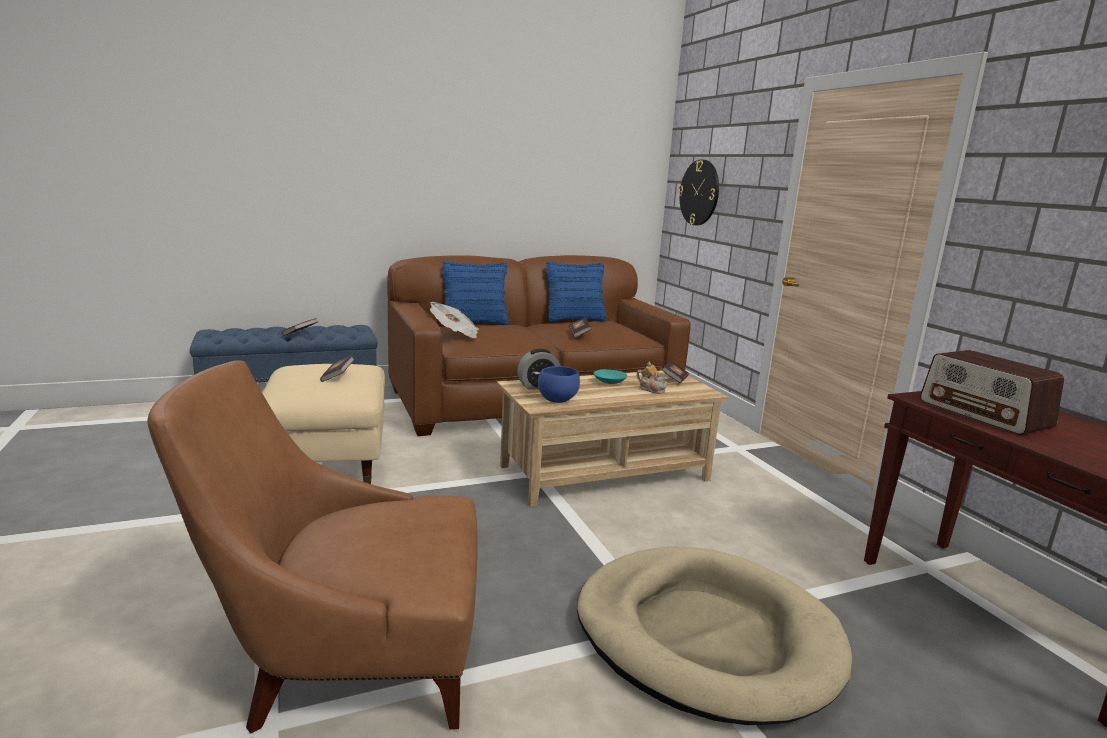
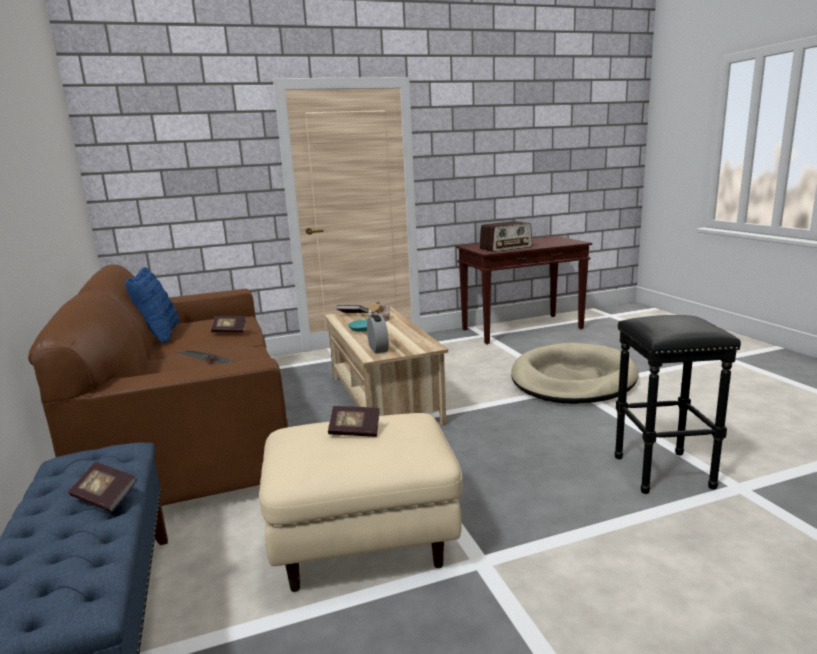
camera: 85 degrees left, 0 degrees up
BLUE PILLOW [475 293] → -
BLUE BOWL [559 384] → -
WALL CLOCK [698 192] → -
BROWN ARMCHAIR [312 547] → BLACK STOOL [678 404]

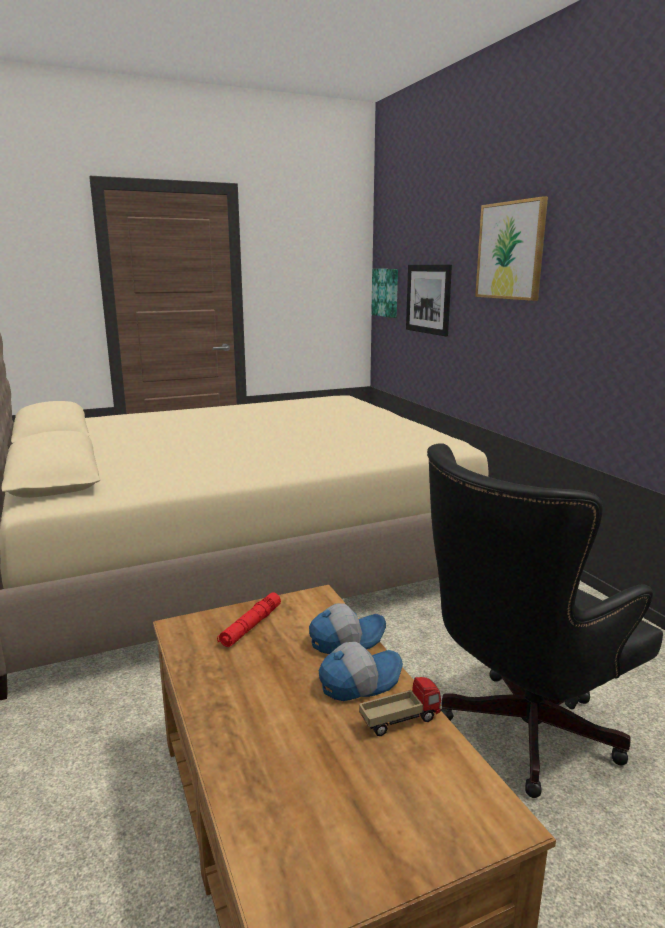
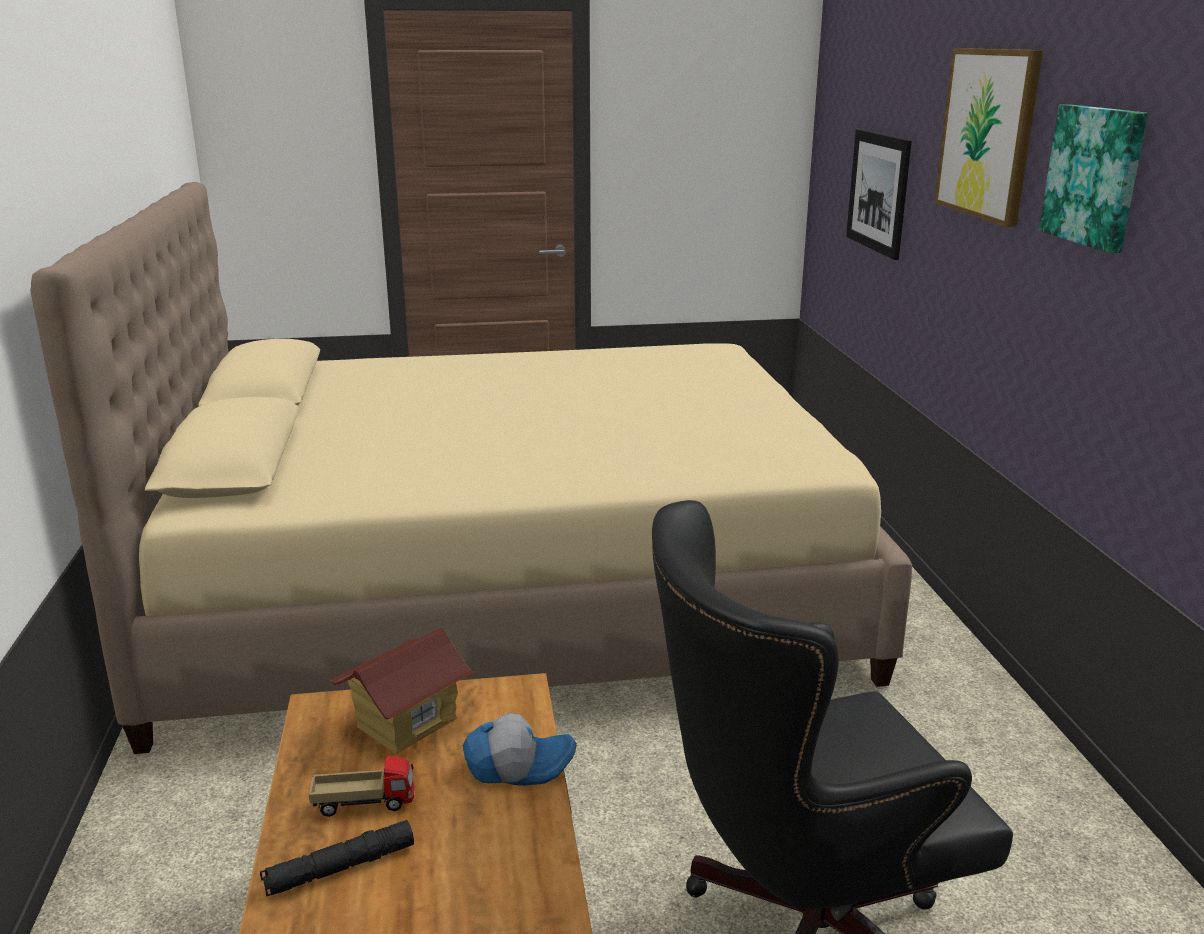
camera: 15 degrees right, 5 degrees up
CAP [361 671] → -
- → BLACK FLASHLIGHT [337 858]
TOY TRUCK [400 706] → TOY TRUCK [362 786], moved
PICTURE [384 293] → PICTURE [1093 178], moved
RED FLASHLIGHT [249 619] → TOY HOUSE [402 691]

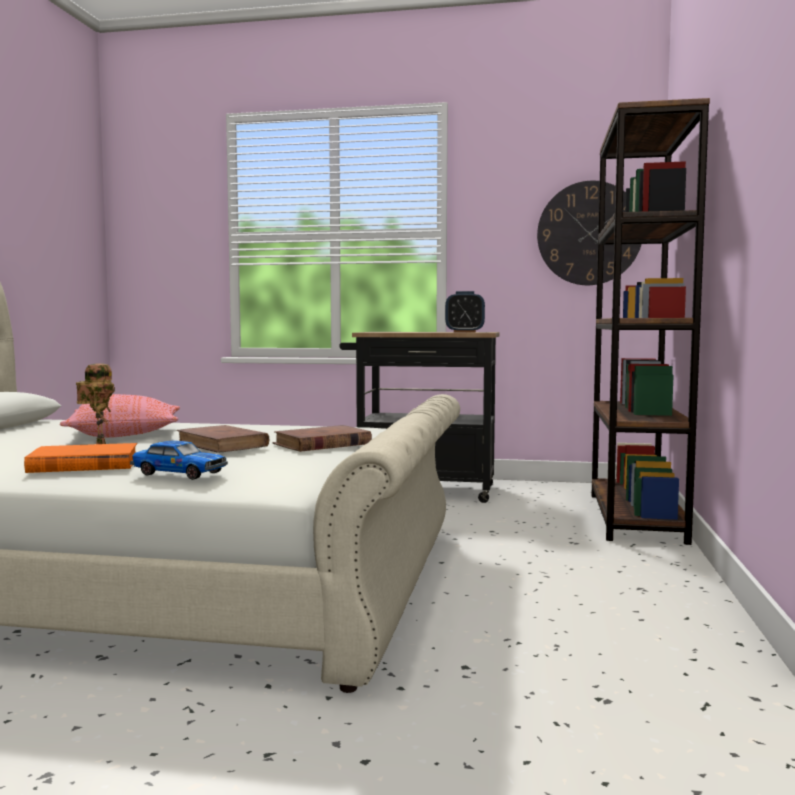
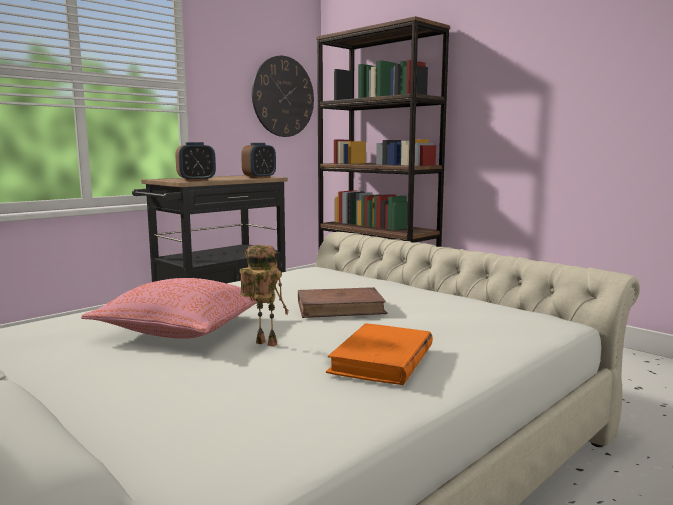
camera: 55 degrees left, 5 degrees up
TOY CAR [179 460] → -
BROWN BOOK [322 438] → -
- → ALARM CLOCK [195 161]

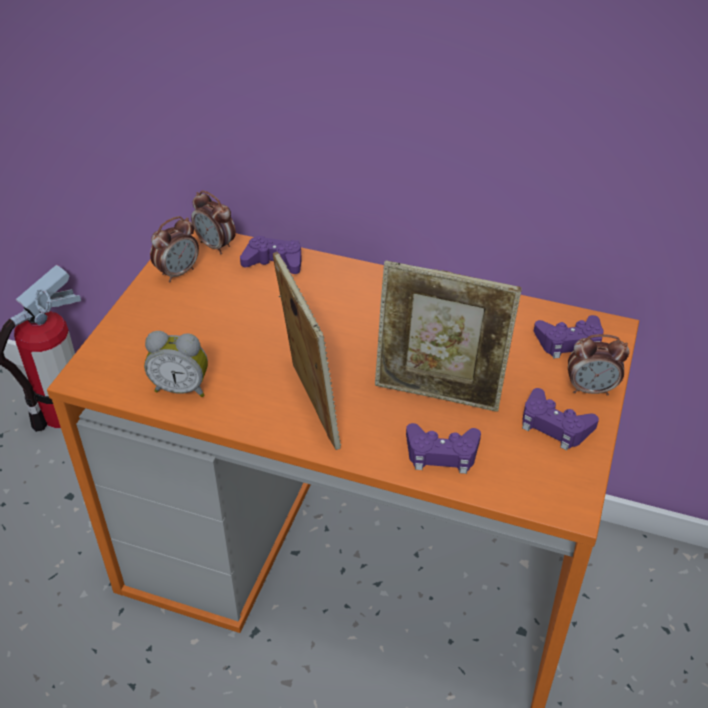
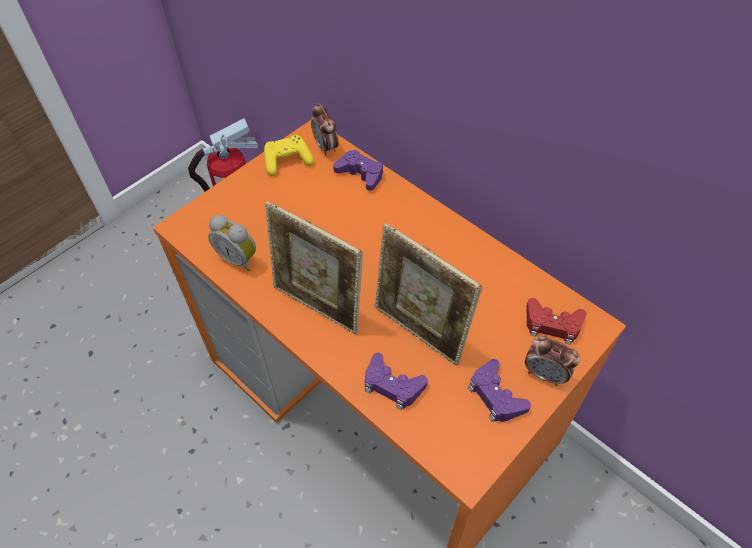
camera: 25 degrees right, 10 degrees up
ALARM CLOCK [174 249] → YELLOW GAME CONTROLLER [289 155]
PURPLE GAME CONTROLLER [569 337] → RED GAME CONTROLLER [557 321]
PICTURE FRAME [307 351] → PICTURE FRAME [314 267], 120 degrees clockwise

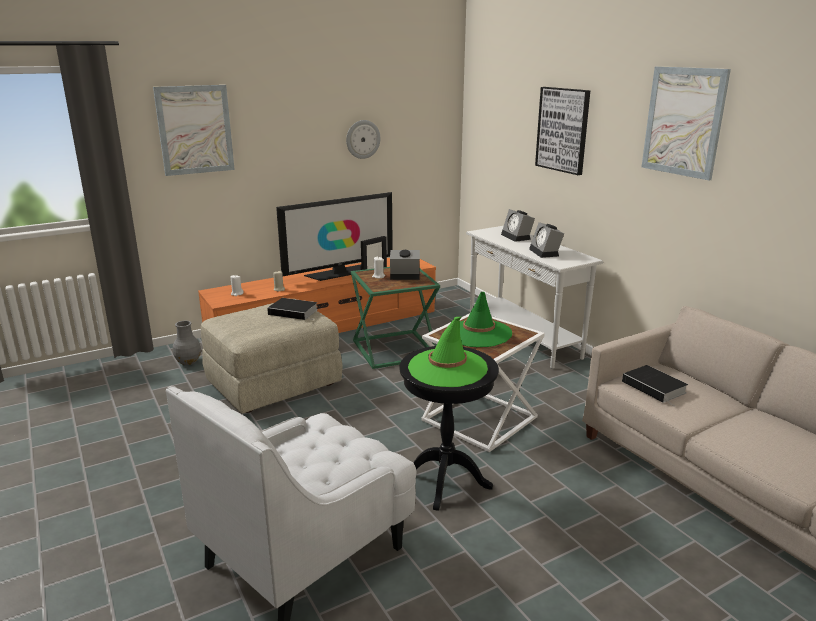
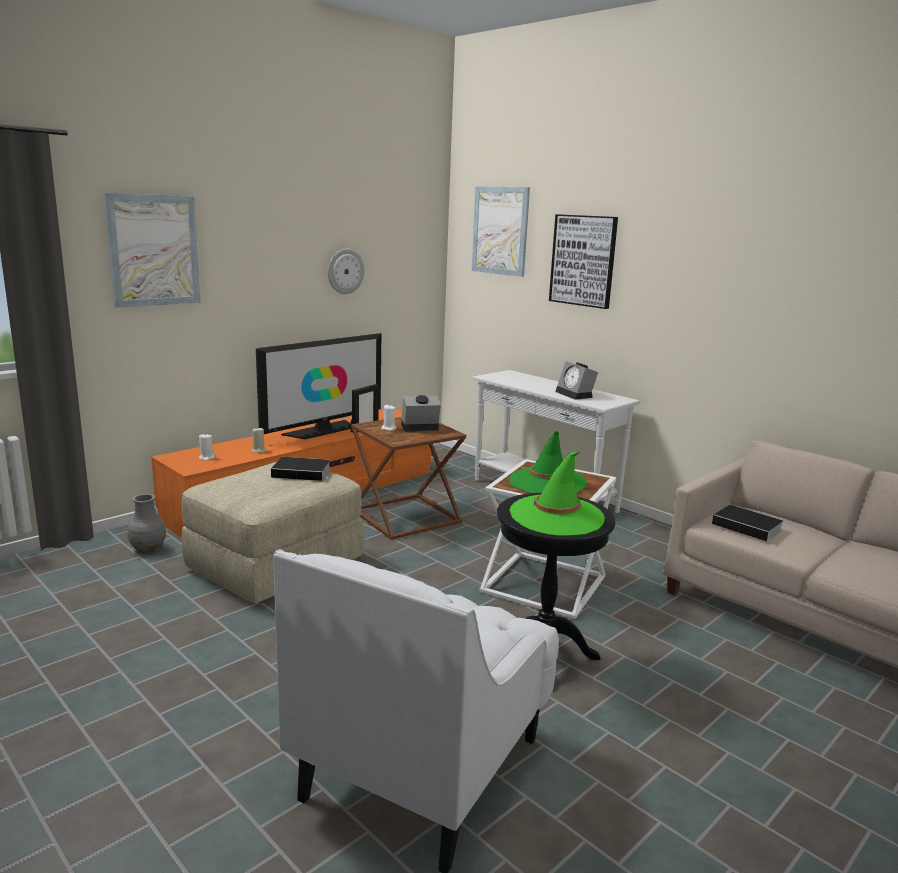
camera: 15 degrees left, 5 degrees down
ALARM CLOCK [518 225] → -
PICTURE [686 123] → PICTURE [501 231], moved
GREEN SIDE TABLE [395 318] → BROWN SIDE TABLE [408 478]

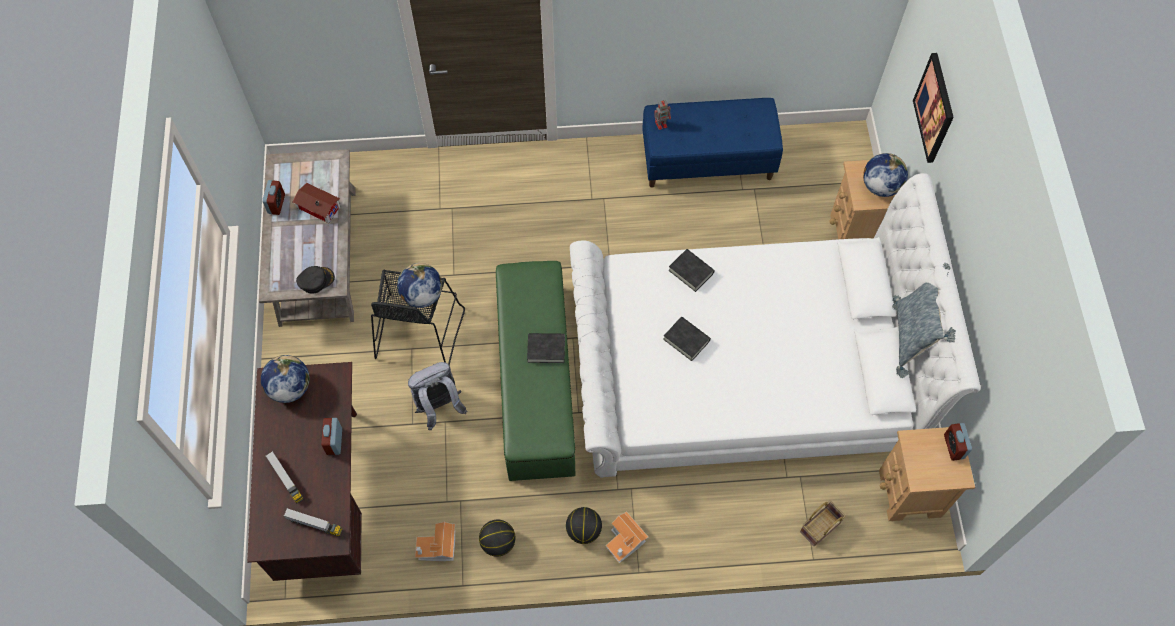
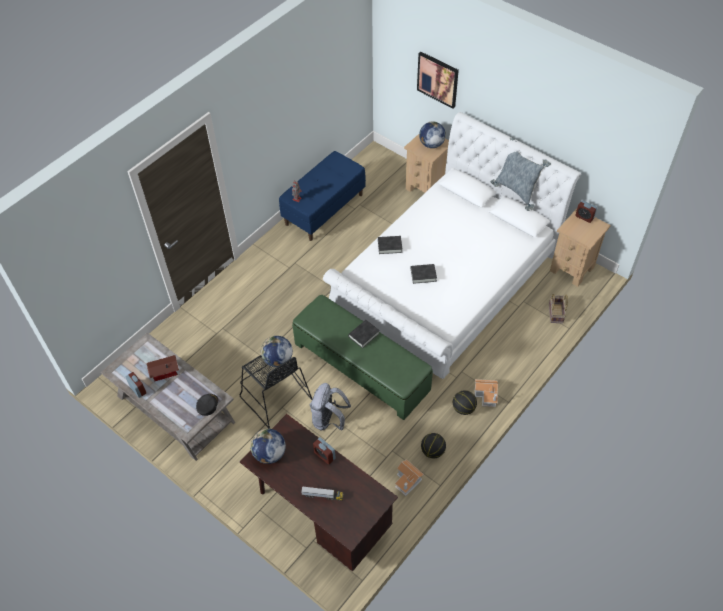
camera: 45 degrees left, 10 degrees down
TOY TRUCK [313 522] → -

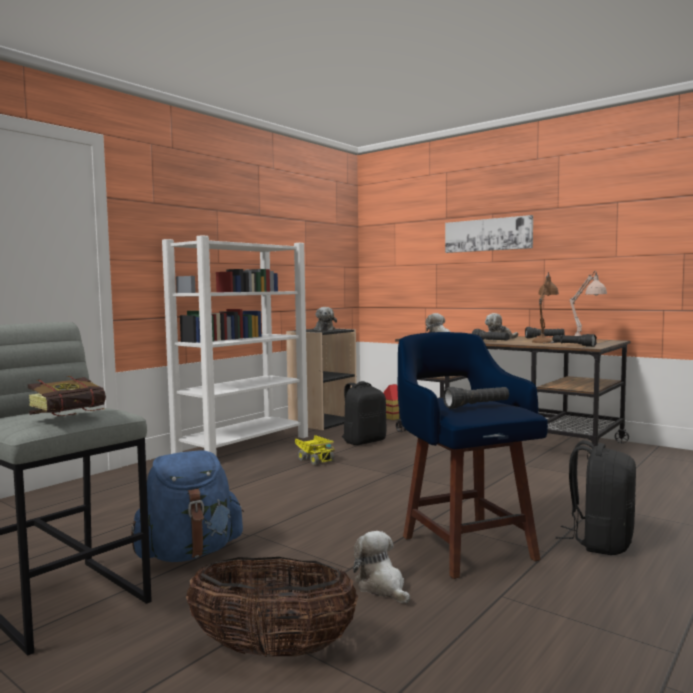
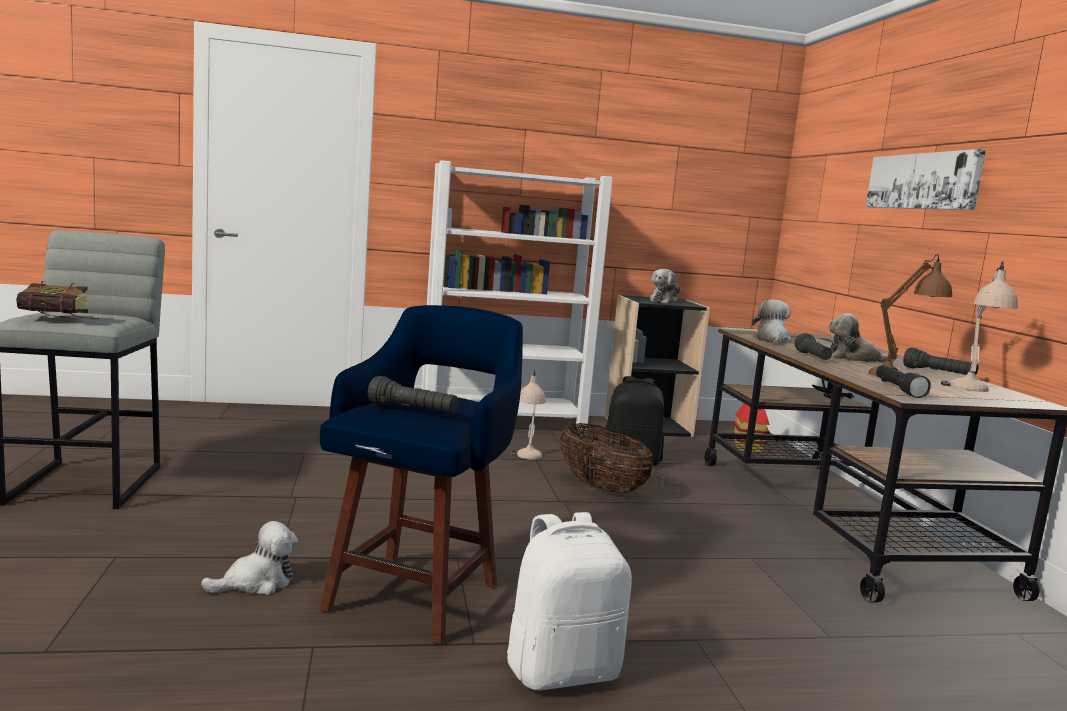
camera: 40 degrees right, 5 degrees up
BLUE BACKPACK [187 506] → -
BASKET [272 607] → BASKET [607 458], moved
TOY TRUCK [315 450] → BEIGE TABLE LAMP [528 414]
BLACK BACKPACK [596 497] → WHITE BACKPACK [569 601]
PLUSH TOY [381 567] → PLUSH TOY [249 558], 45 degrees clockwise

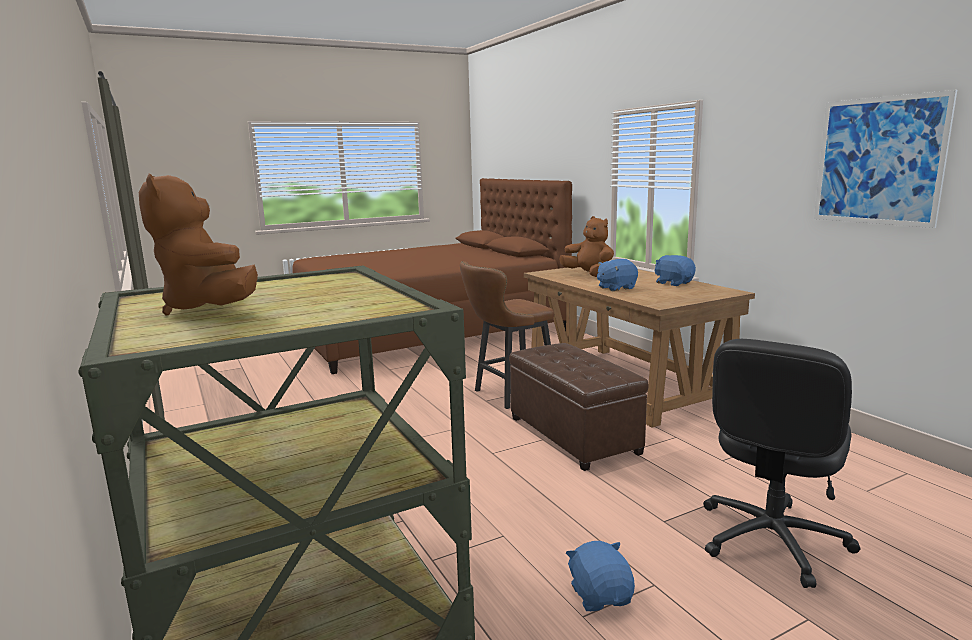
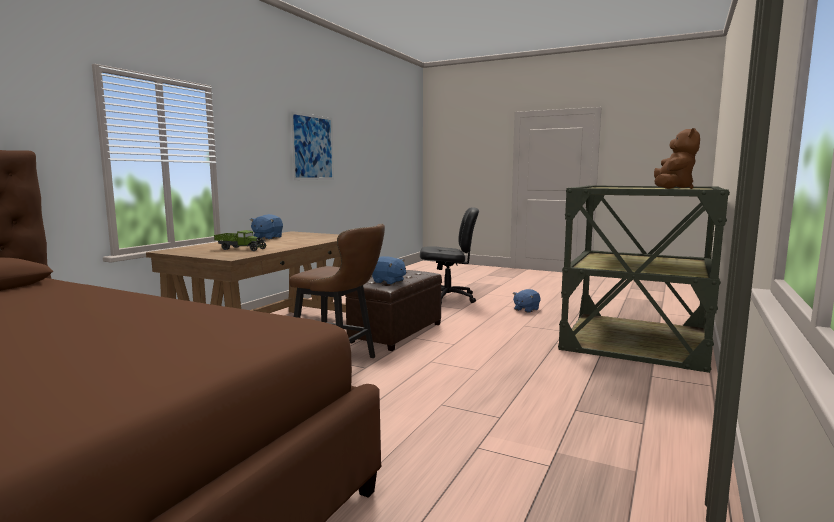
camera: 125 degrees left, 5 degrees down
BLUE PLUSH TOY [617 275] → BLUE PLUSH TOY [389 270], moved
BROWN PLUSH TOY [586 246] → TOY TRUCK [240 240]

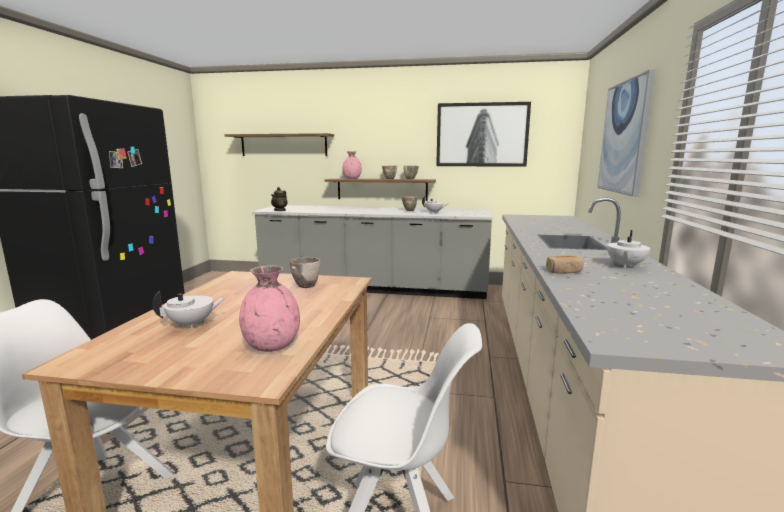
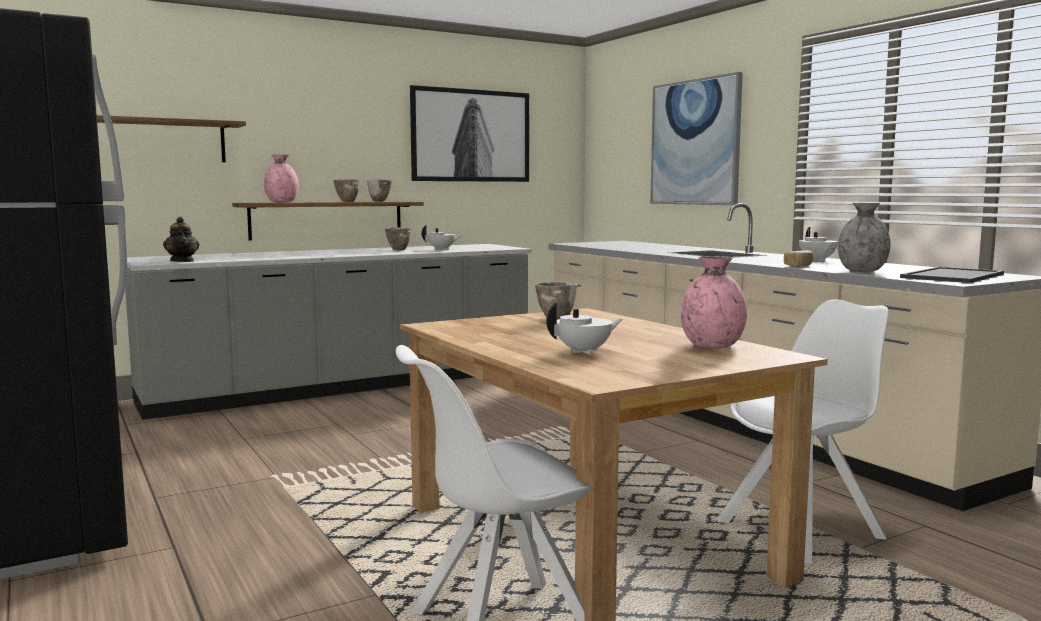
camera: 40 degrees left, 5 degrees down
- → GREY VASE [864 237]
- → TRAY [952 275]
WHITE TEAPOT [189 310] → WHITE TEAPOT [584 329], 45 degrees clockwise

